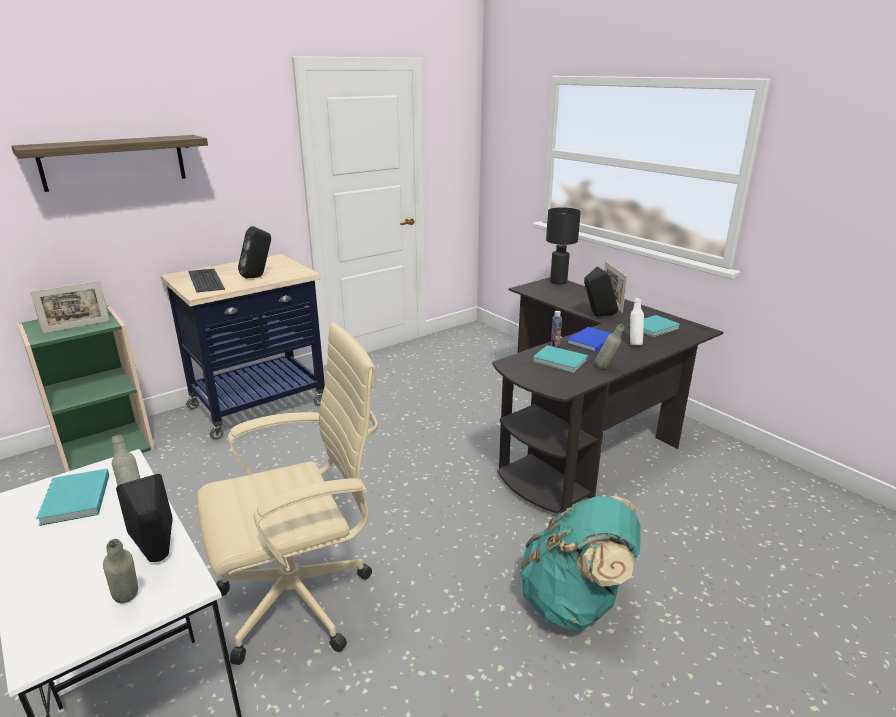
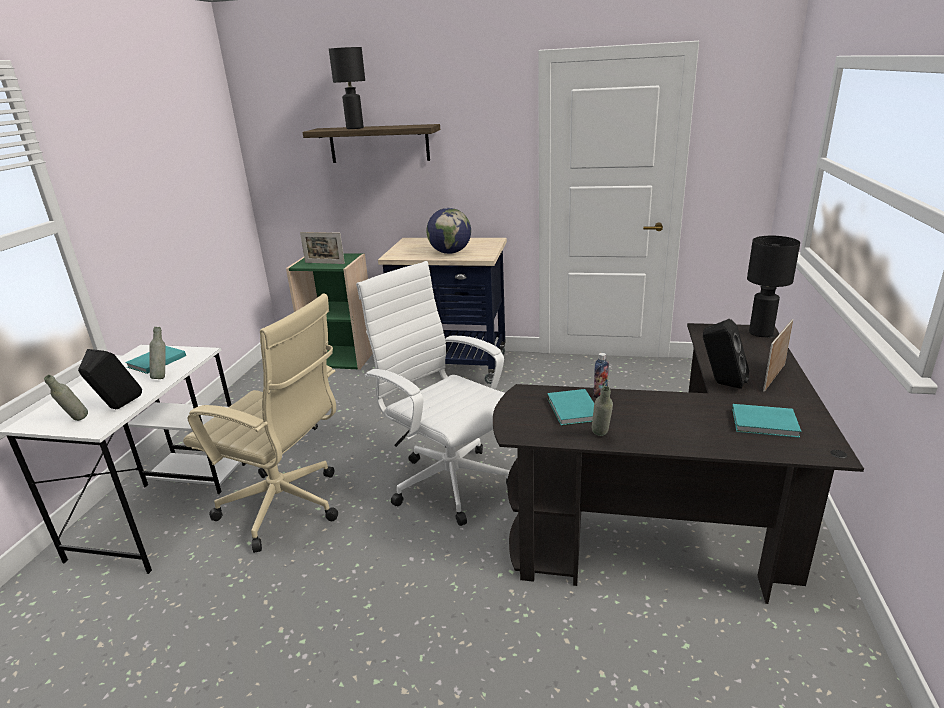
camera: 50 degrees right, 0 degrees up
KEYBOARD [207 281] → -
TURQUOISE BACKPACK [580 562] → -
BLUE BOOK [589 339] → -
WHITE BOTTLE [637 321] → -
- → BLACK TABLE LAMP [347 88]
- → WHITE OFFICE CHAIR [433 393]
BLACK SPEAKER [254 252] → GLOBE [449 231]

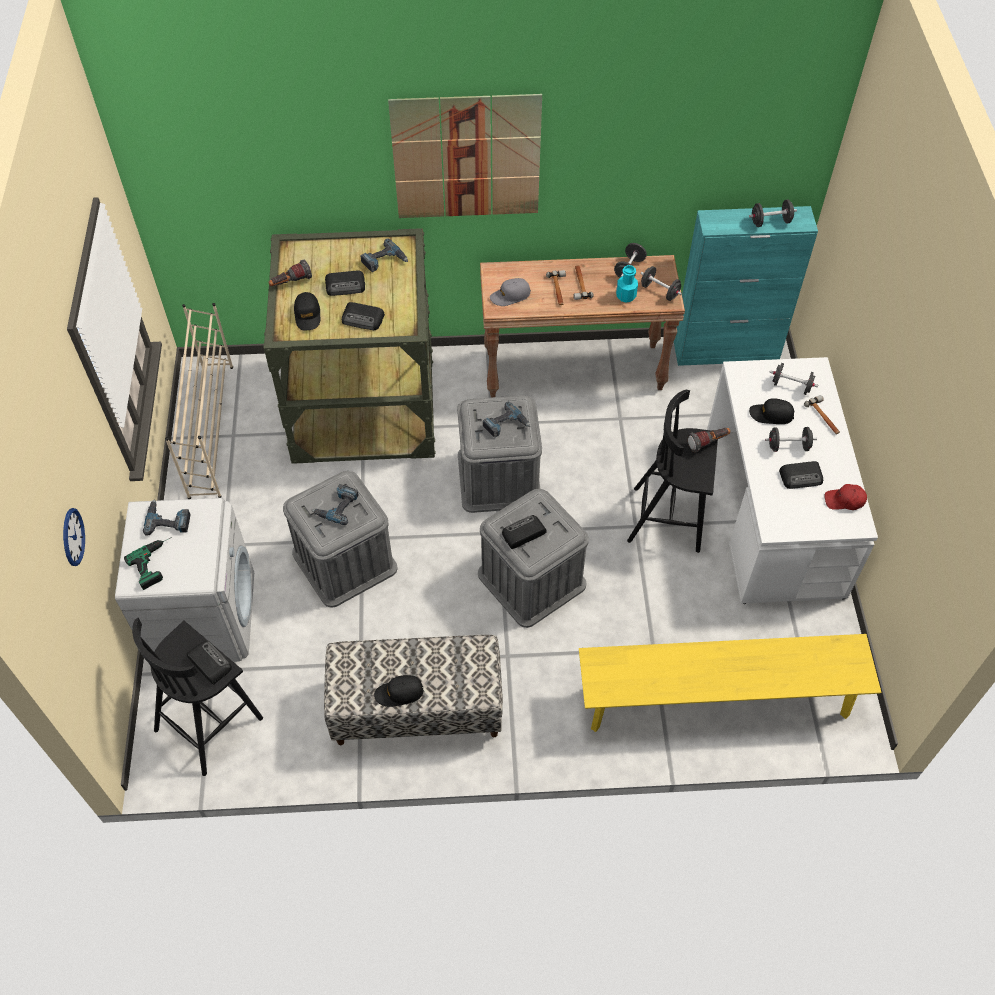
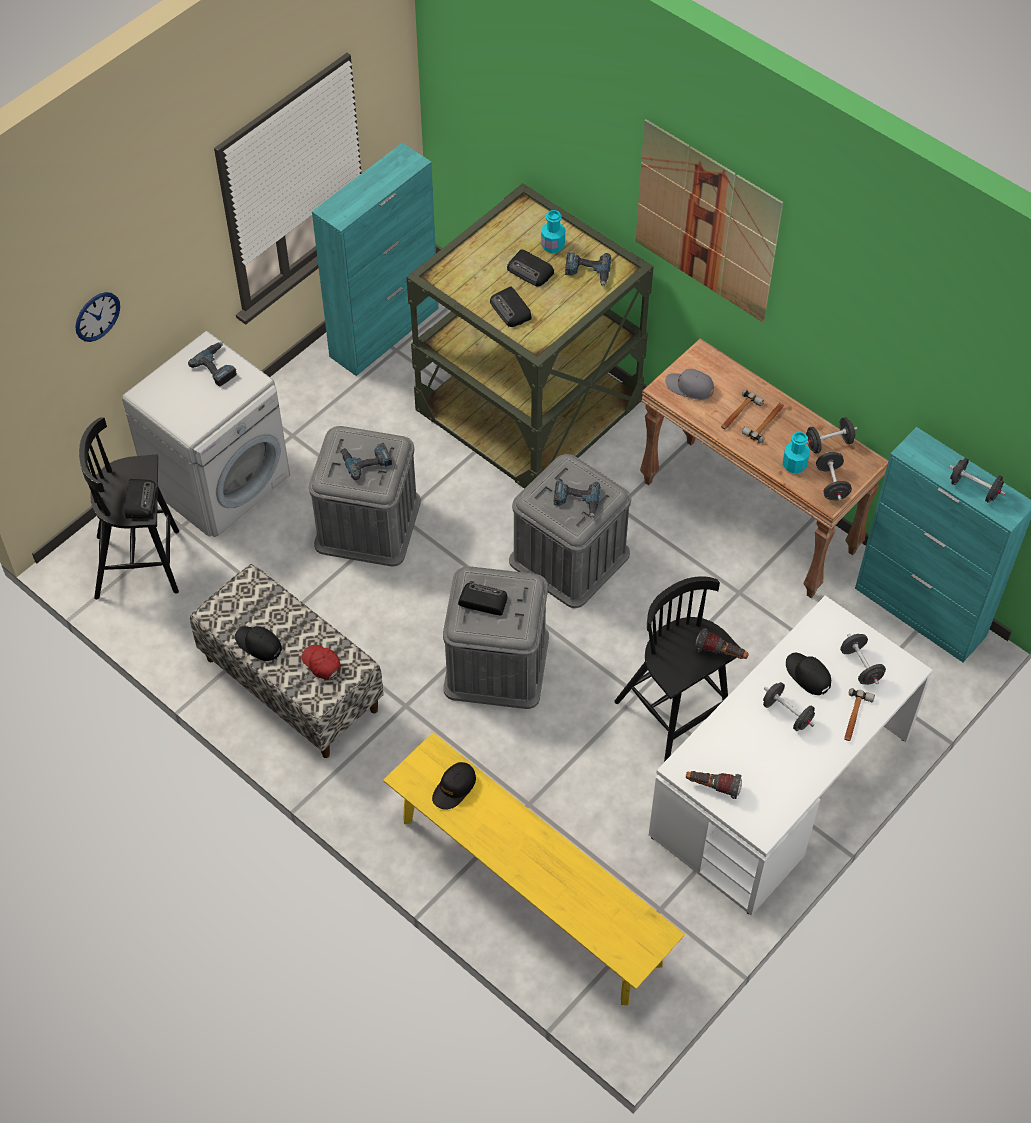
camera: 45 degrees right, 0 degrees up
POWER DRILL [148 563] → -
RADIO [801 475] → -
- → TURQUOISE BOTTLE [553 231]
FLASHLIGHT [290 273] → FLASHLIGHT [714 785], moved
BLACK CAP [307 311] → BLACK CAP [454 786], moved
RED CAP [845 497] → RED CAP [321 662], moved
BEIGE SHOE RACK [199 401] → TURQUOISE CABINET [375 259]

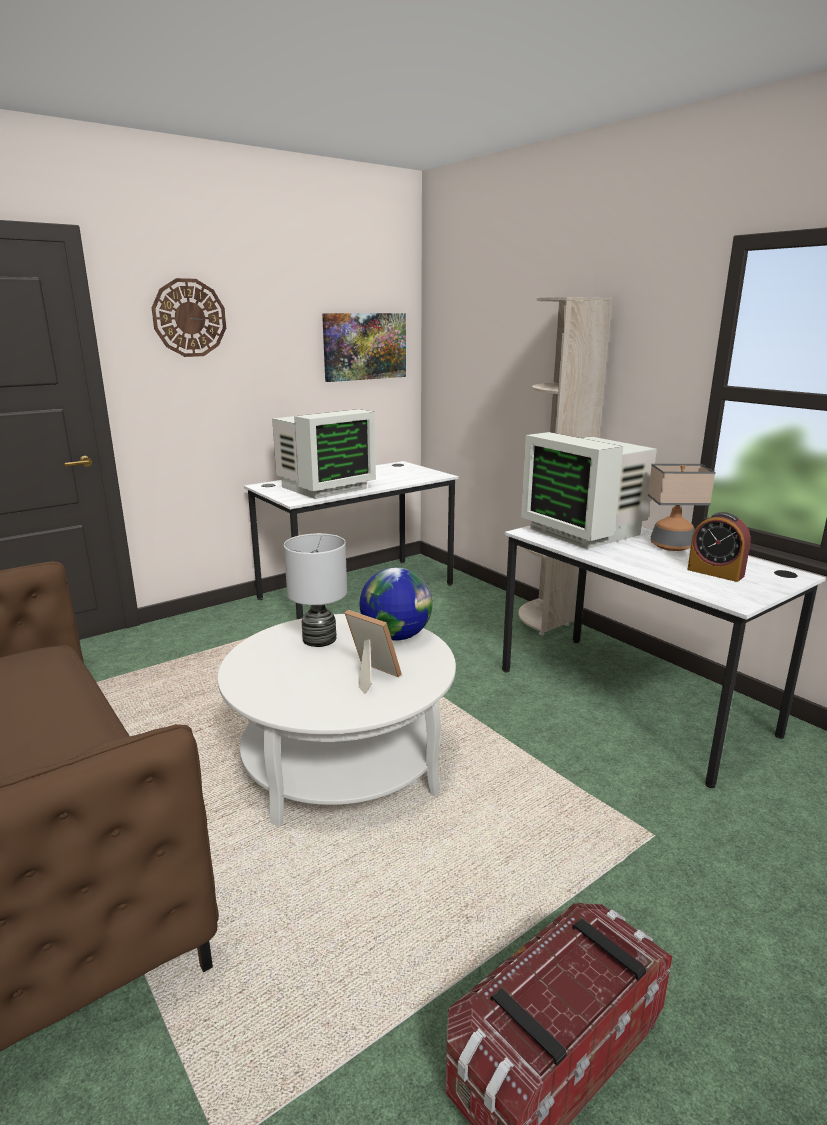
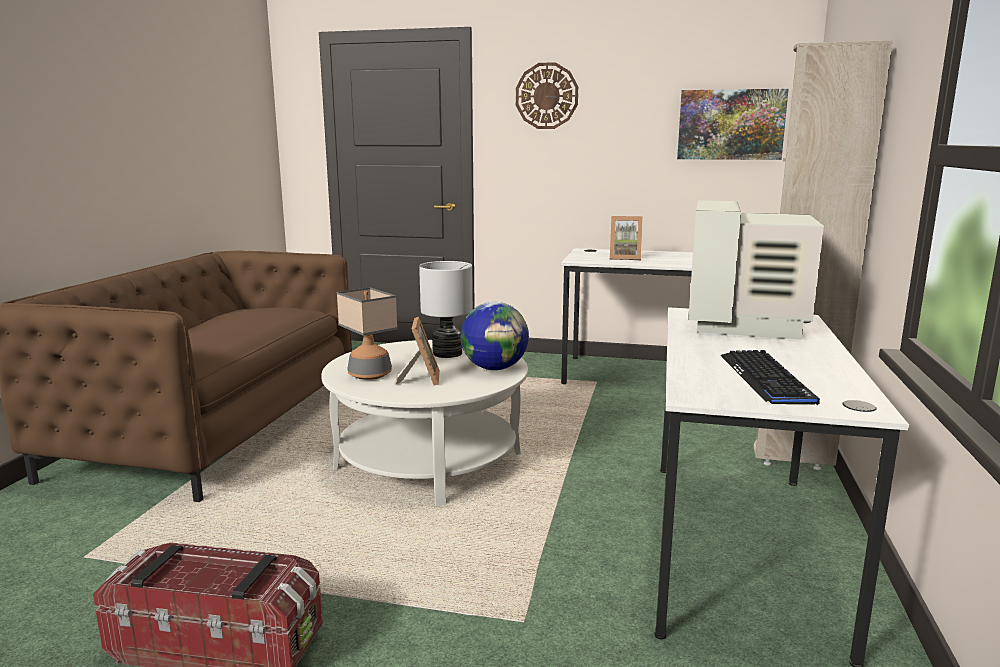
camera: 50 degrees right, 5 degrees down
TABLE LAMP [682 507] → TABLE LAMP [367 333], moved
MONITOR [324 454] → PICTURE FRAME [626 238]
ALARM CLOCK [719 547] → KEYBOARD [770 377]

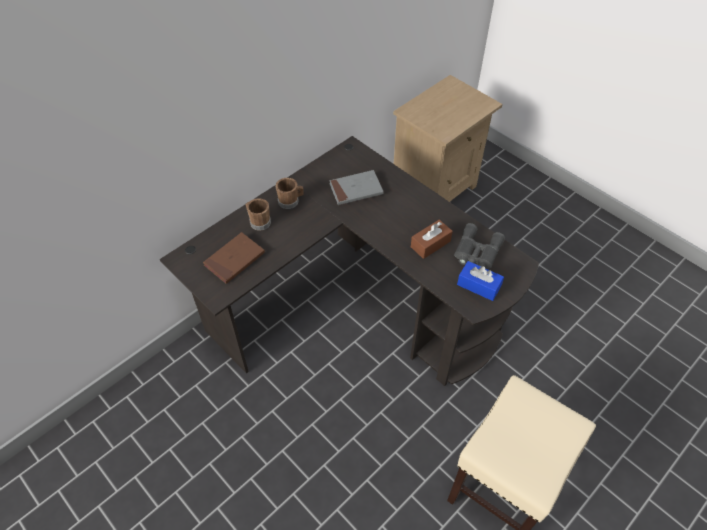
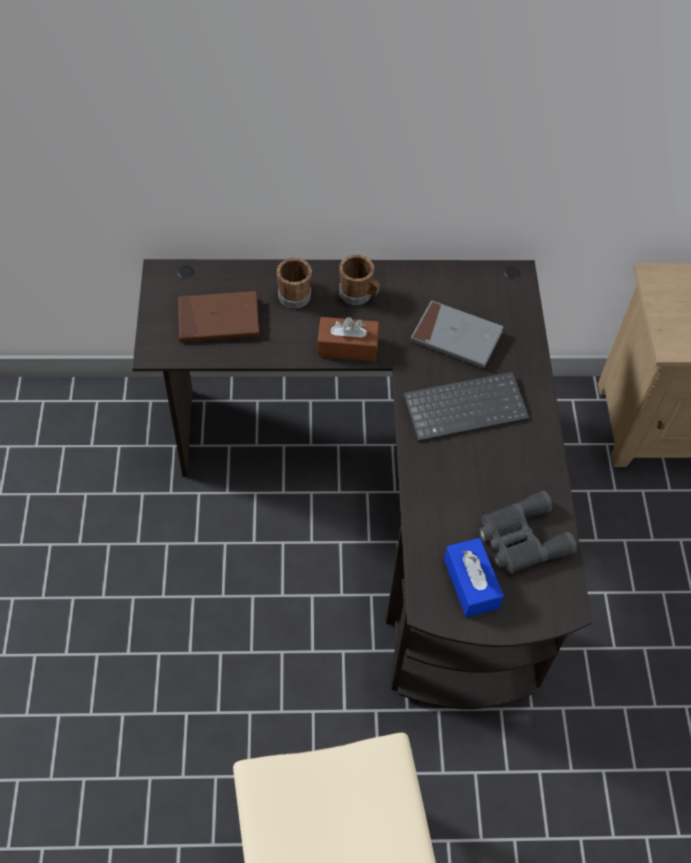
camera: 40 degrees right, 5 degrees up
- → KEYBOARD [466 407]
BROWN TISSUE BOX [432 239] → BROWN TISSUE BOX [348 339], moved

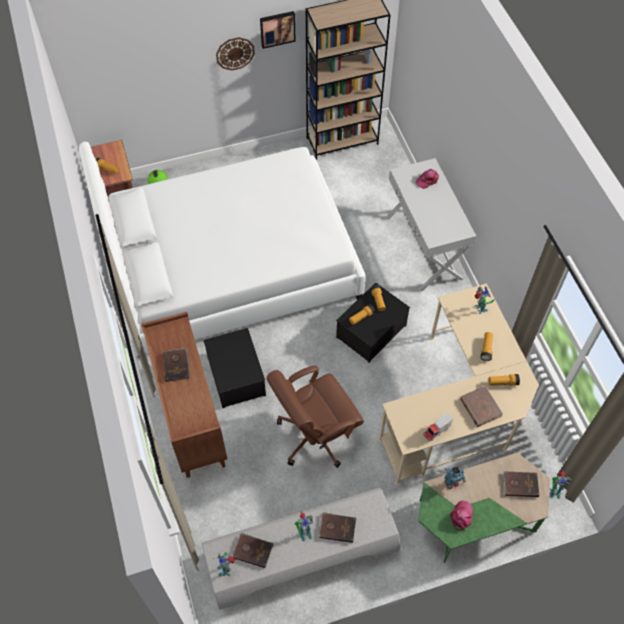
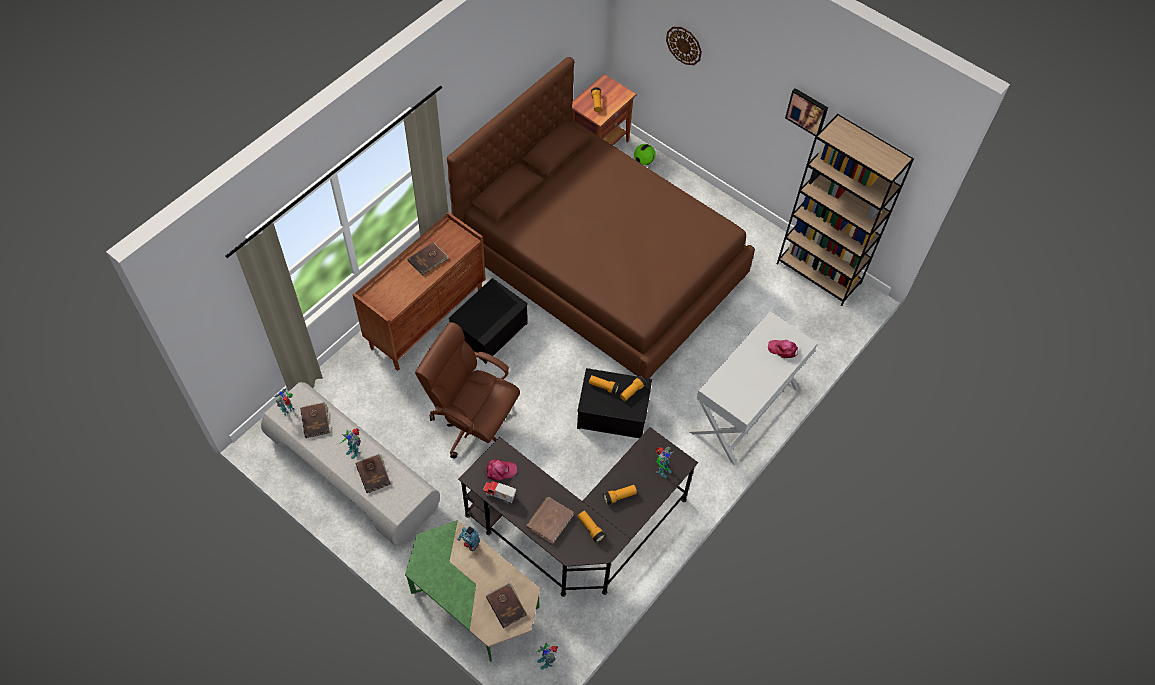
camera: 55 degrees right, 0 degrees up
WALL CLOCK [235 53] → WALL CLOCK [684 46], moved
PINK CAP [461 516] → PINK CAP [500 470], moved
WHITE BED [222 250] → BROWN BED [601 217]
BEIGE DESK [458 384] → BLACK DESK [578 512]

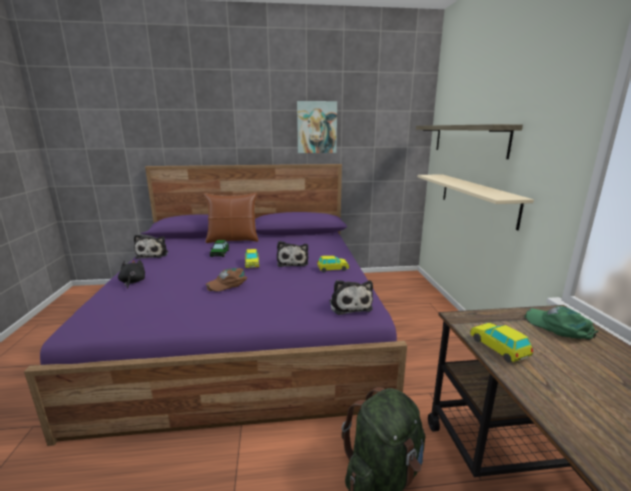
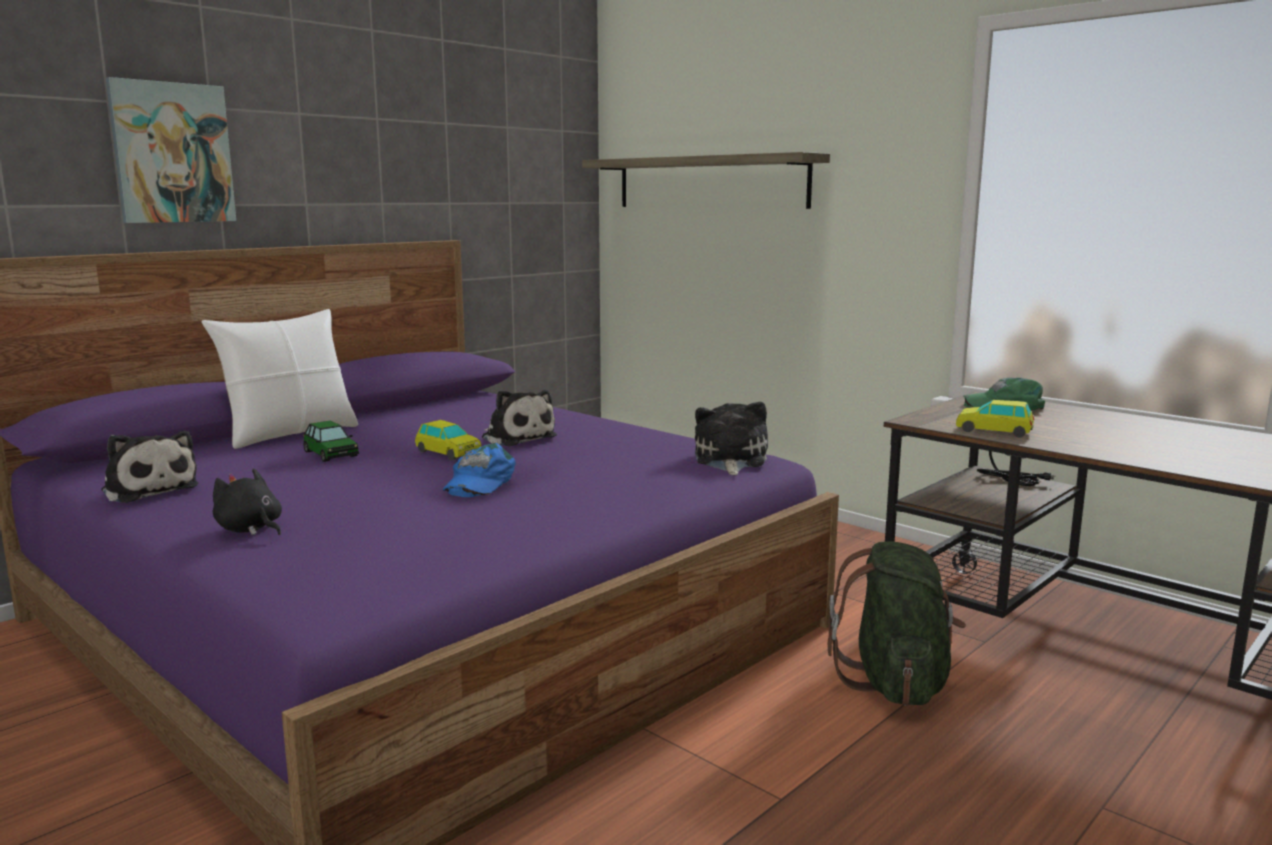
camera: 40 degrees left, 5 degrees down
TOY CAR [333 264] → -
BEIGE SHELF [475 202] → -
PICTURE [317 127] → PICTURE [171 150], moved
BROWN PILLOW [231 218] → WHITE PILLOW [279 379]
BROWN CAP [226 280] → BLUE CAP [479 470]
PLUSH TOY [351 297] → PLUSH TOY [731 438], 120 degrees counterclockwise

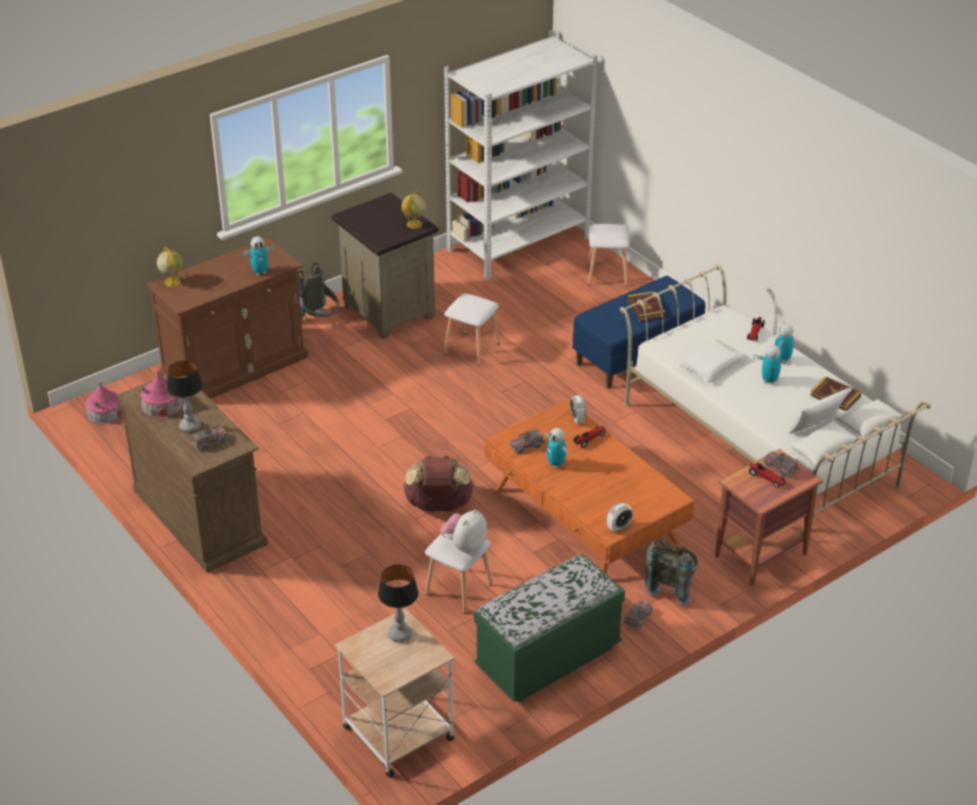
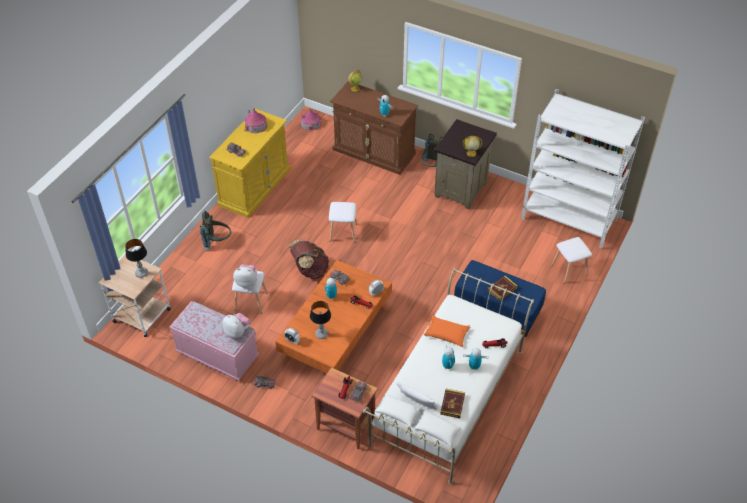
camera: 65 degrees right, 10 degrees up
- → PLUSH TOY [236 325]
TABLE LAMP [185 396] → TABLE LAMP [320 320], moved
WHITE STOOL [472 329] → WHITE STOOL [343 222], moved
GREY BACKPACK [671 572] → GREY BACKPACK [215 230], moved
BROWN DRESSER [193 473] → YELLOW DRESSER [250 163]
GREEN BENCH [549 628] → PINK BENCH [214 341]
WHITE PILLOW [712 360] → ORANGE PILLOW [447 331]

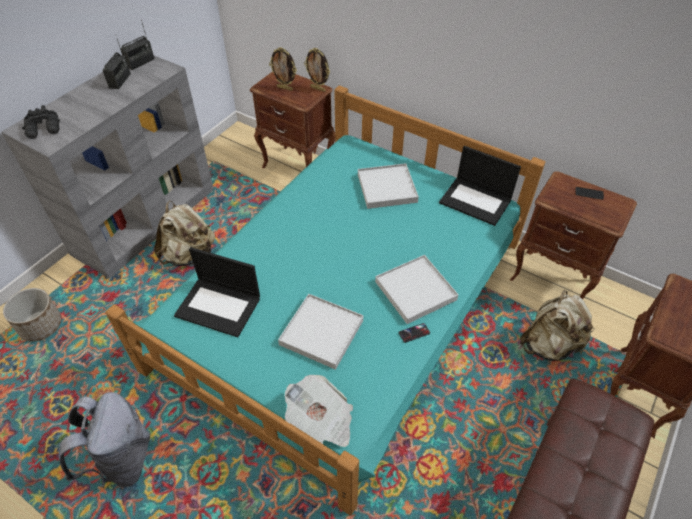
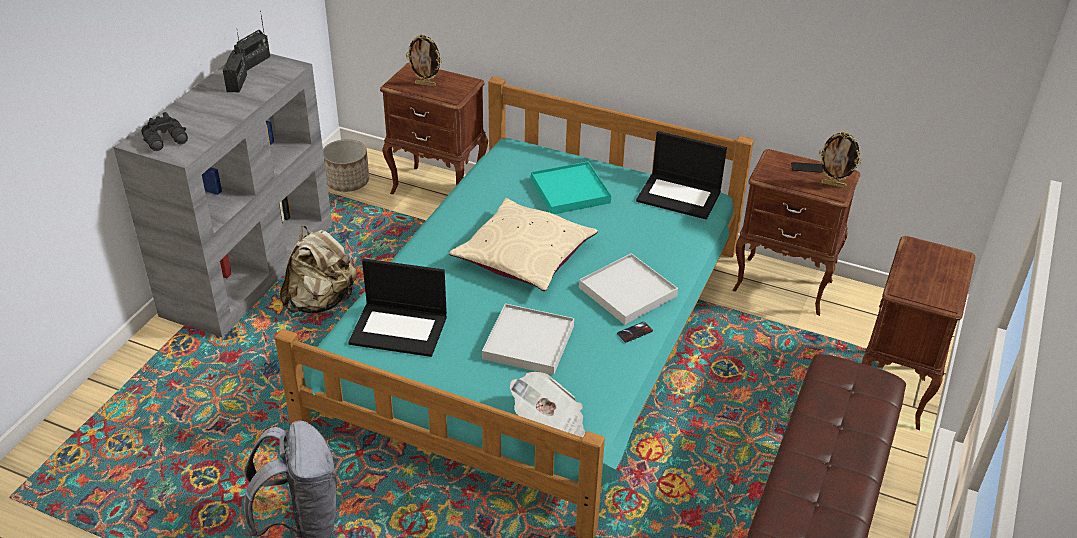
camera: 10 degrees left, 10 degrees down
BEIGE BACKPACK [557 325] → -
- → BEIGE PILLOW [523 244]
PLANTER [32 315] → PLANTER [346 165], moved
PICTURE FRAME [317 70] → PICTURE FRAME [840 160], moved
WHITE TRAY [388 186] → TURQUOISE TRAY [571 187]

